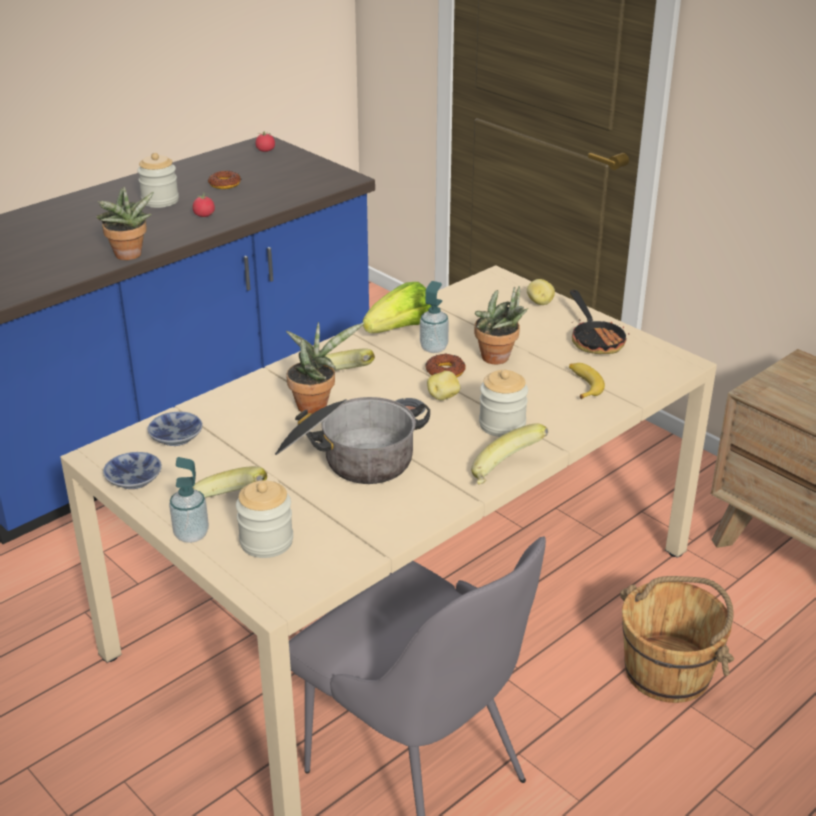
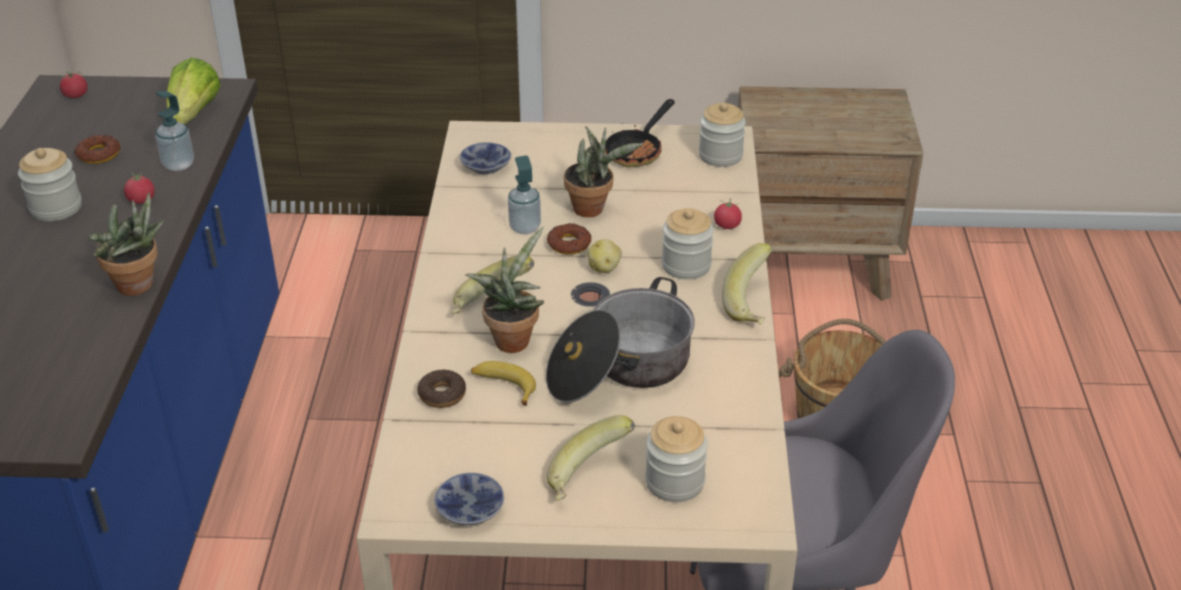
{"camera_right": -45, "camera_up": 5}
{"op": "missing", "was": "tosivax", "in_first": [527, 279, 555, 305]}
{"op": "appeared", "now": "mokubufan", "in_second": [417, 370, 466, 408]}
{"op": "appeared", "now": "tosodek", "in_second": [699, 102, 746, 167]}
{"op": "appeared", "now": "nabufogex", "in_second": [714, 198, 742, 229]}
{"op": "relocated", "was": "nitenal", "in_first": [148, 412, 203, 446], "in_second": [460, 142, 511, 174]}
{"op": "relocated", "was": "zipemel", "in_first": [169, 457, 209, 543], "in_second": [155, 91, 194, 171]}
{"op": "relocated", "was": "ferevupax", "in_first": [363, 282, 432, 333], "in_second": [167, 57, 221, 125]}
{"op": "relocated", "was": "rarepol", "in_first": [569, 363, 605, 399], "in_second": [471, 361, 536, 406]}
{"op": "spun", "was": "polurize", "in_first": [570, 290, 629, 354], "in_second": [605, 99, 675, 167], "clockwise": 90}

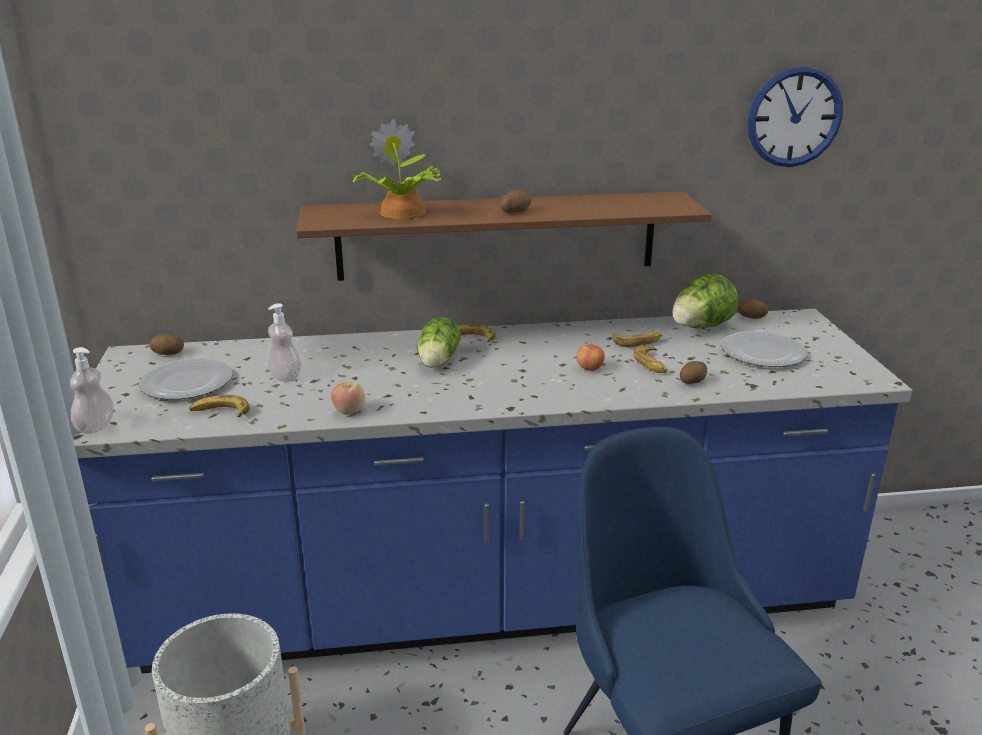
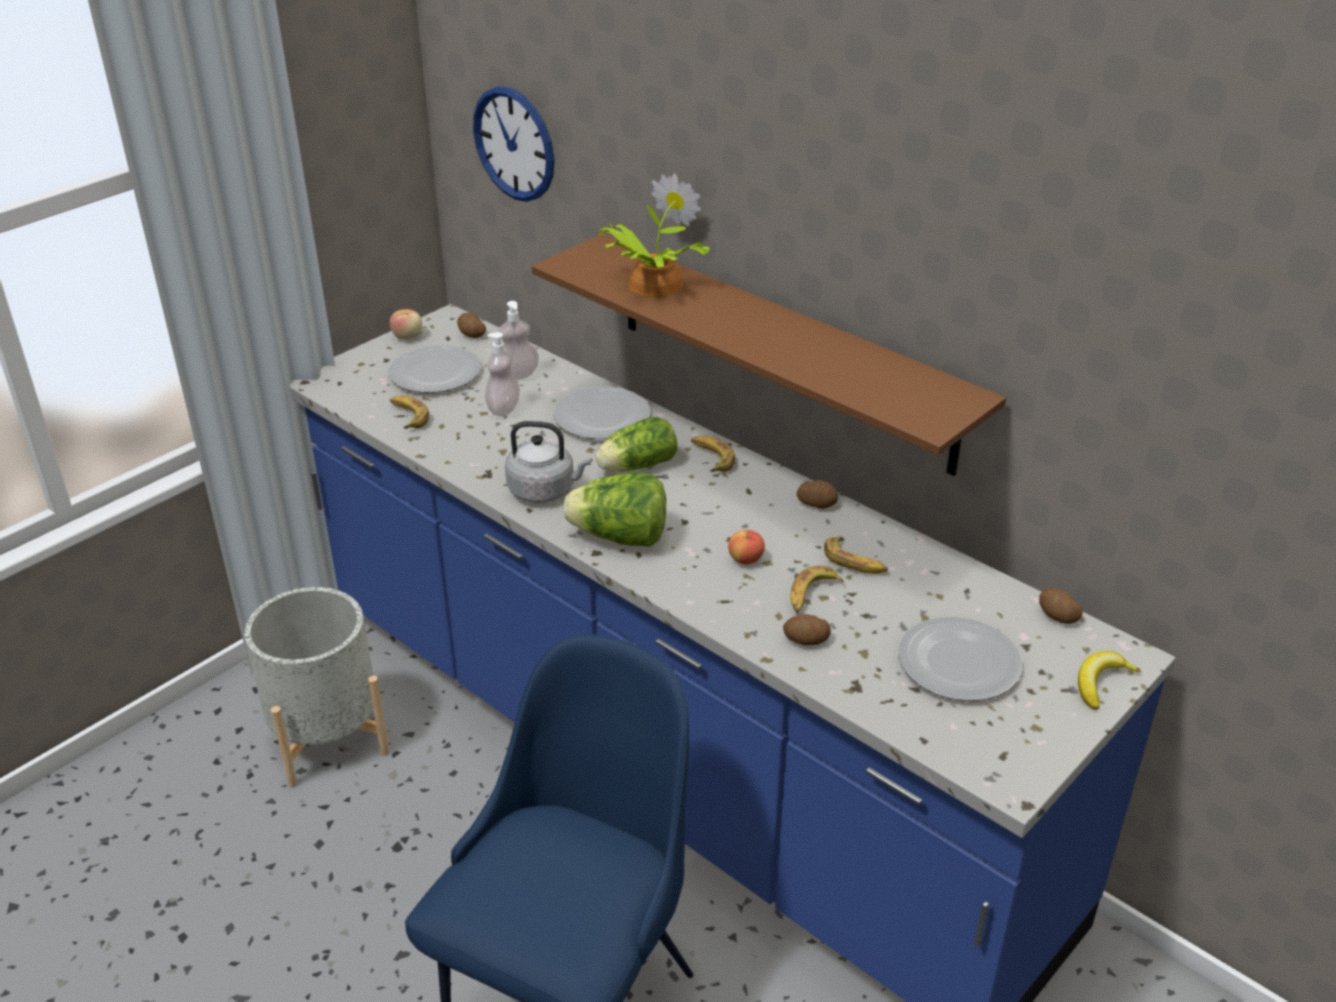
{"camera_right": 50, "camera_up": 10}
{"op": "appeared", "now": "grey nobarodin", "in_second": [505, 421, 591, 503]}
{"op": "appeared", "now": "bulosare", "in_second": [553, 386, 650, 439]}
{"op": "appeared", "now": "rarepol", "in_second": [1078, 651, 1141, 710]}
{"op": "relocated", "was": "zipemel", "in_first": [70, 347, 114, 434], "in_second": [498, 301, 539, 380]}
{"op": "relocated", "was": "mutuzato", "in_first": [331, 382, 365, 415], "in_second": [390, 309, 422, 340]}
{"op": "relocated", "was": "tosivax", "in_first": [500, 190, 531, 213], "in_second": [796, 480, 838, 509]}
{"op": "relocated", "was": "ferevupax", "in_first": [672, 274, 739, 328], "in_second": [563, 472, 666, 547]}
{"op": "relocated", "was": "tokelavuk", "in_first": [748, 67, 843, 167], "in_second": [473, 86, 555, 202]}

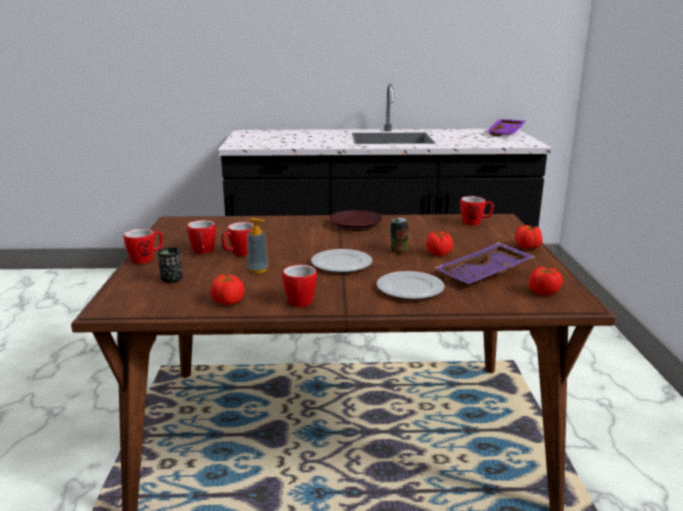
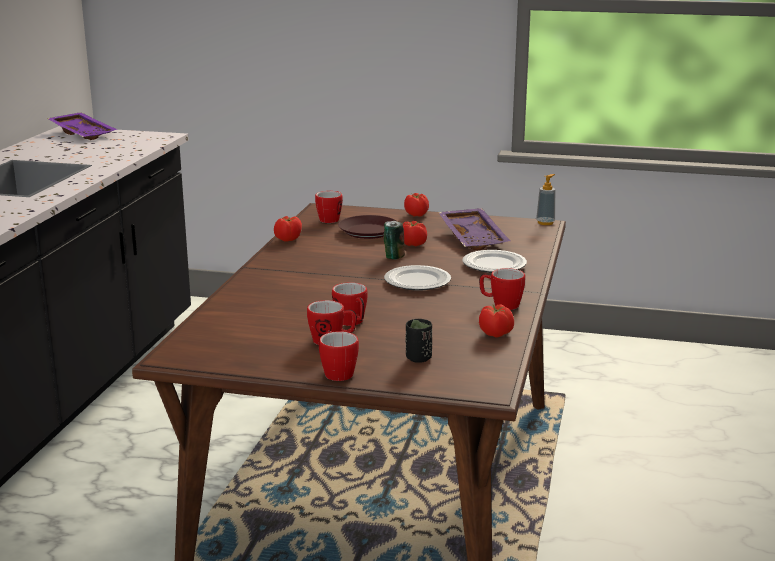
{"camera_right": -75, "camera_up": 0}
{"op": "relocated", "was": "zipemel", "in_first": [247, 218, 268, 273], "in_second": [536, 174, 555, 225]}
{"op": "relocated", "was": "brown bulosare", "in_first": [329, 210, 382, 231], "in_second": [338, 215, 396, 239]}
{"op": "relocated", "was": "nabufogex", "in_first": [529, 266, 563, 296], "in_second": [274, 216, 302, 242]}

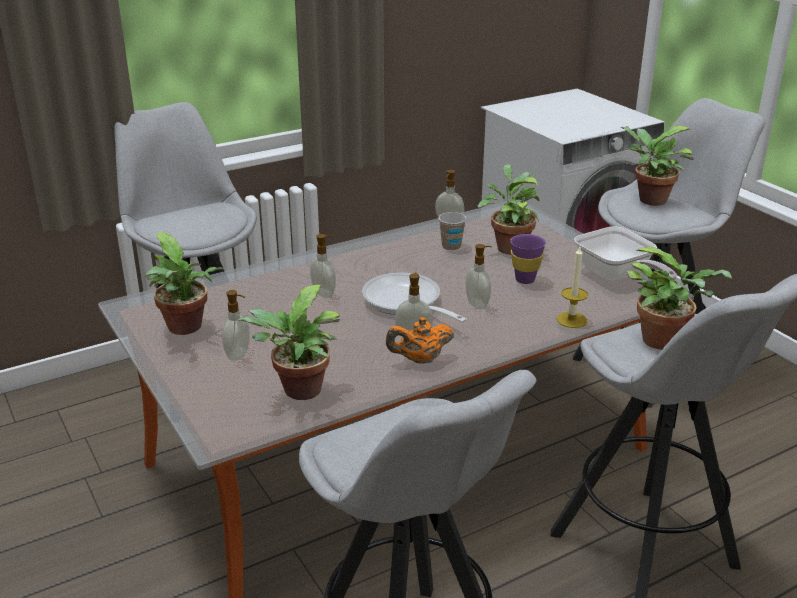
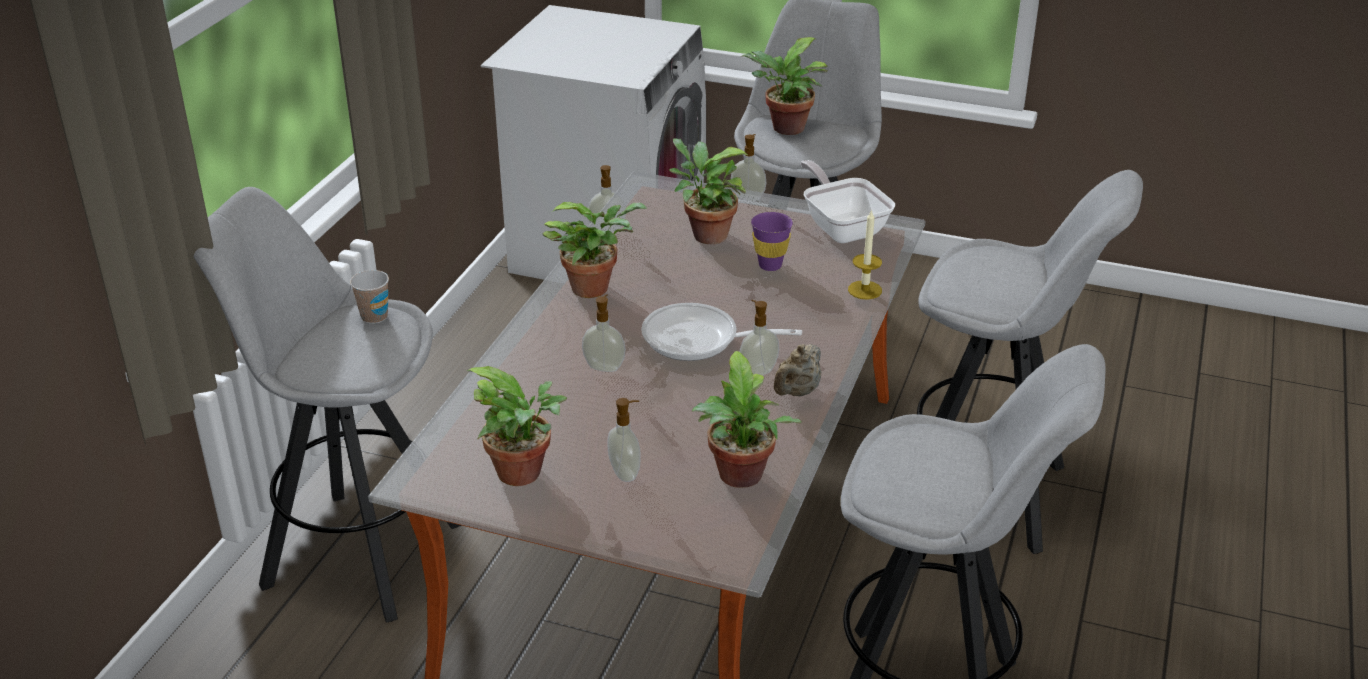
{"camera_right": -40, "camera_up": 5}
{"op": "relocated", "was": "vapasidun", "in_first": [439, 212, 466, 251], "in_second": [350, 270, 389, 324]}
{"op": "relocated", "was": "zipemel", "in_first": [465, 244, 492, 309], "in_second": [731, 134, 766, 201]}
{"op": "relocated", "was": "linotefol", "in_first": [627, 247, 732, 350], "in_second": [542, 202, 647, 298]}
{"op": "colour", "was": "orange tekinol", "now": "beige tekinol", "in_first": [386, 317, 454, 363], "in_second": [774, 344, 821, 396]}
{"op": "spun", "was": "polurize", "in_first": [574, 226, 677, 282], "in_second": [800, 160, 895, 243], "clockwise": -135}

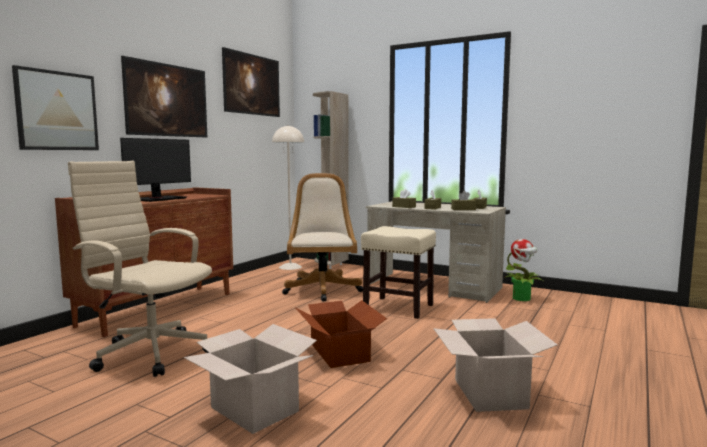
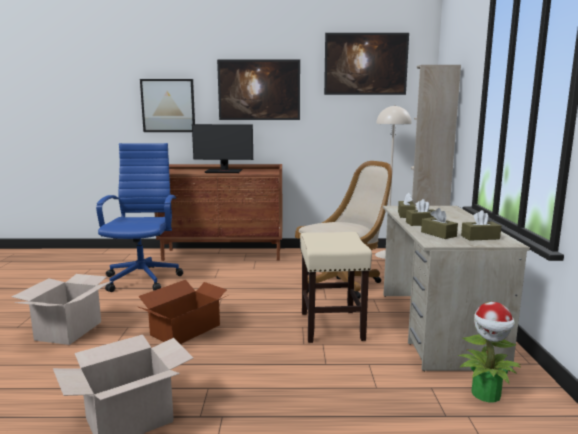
{"camera_right": 60, "camera_up": 5}
{"op": "colour", "was": "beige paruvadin", "now": "blue paruvadin", "in_first": [68, 161, 212, 377], "in_second": [96, 143, 183, 292]}

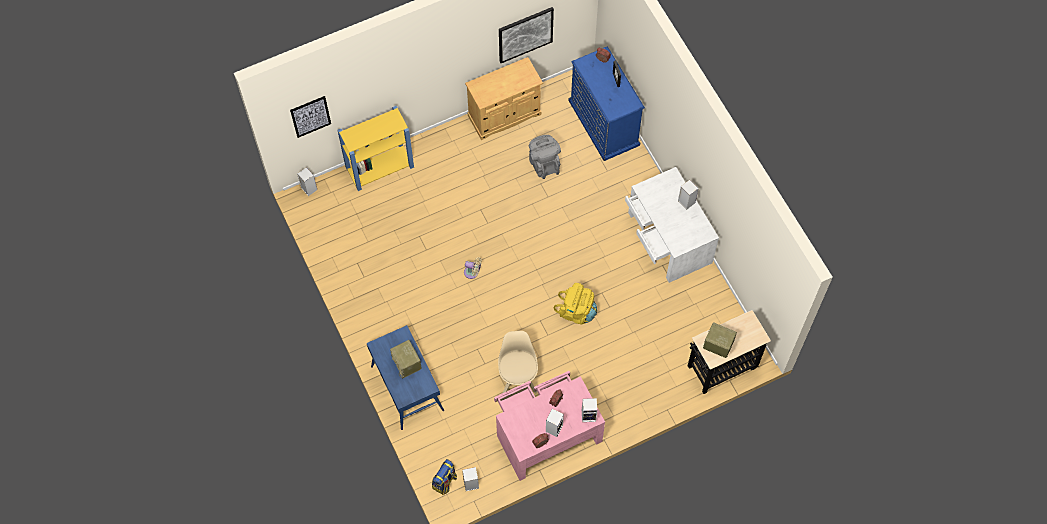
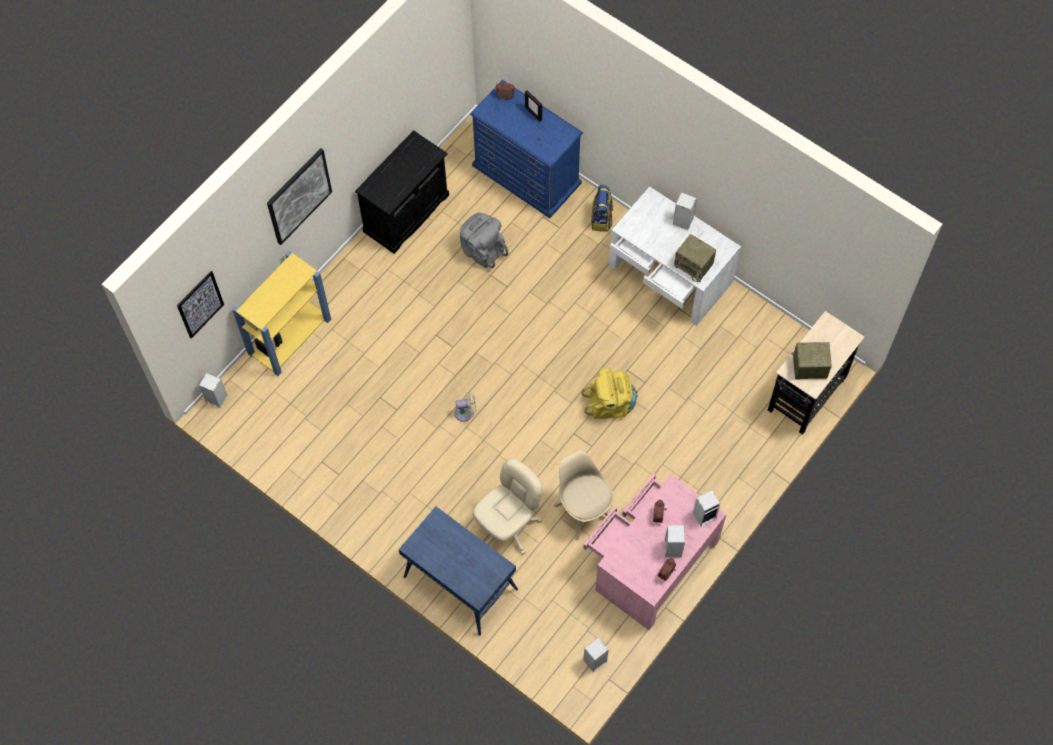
{"camera_right": -25, "camera_up": 0}
{"op": "appeared", "now": "beige paruvadin", "in_second": [472, 458, 543, 555]}
{"op": "relocated", "was": "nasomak", "in_first": [390, 340, 421, 379], "in_second": [674, 234, 716, 282]}
{"op": "relocated", "was": "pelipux", "in_first": [432, 459, 457, 495], "in_second": [591, 185, 613, 232]}
{"op": "relocated", "was": "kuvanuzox", "in_first": [499, 7, 554, 63], "in_second": [267, 148, 332, 245]}
{"op": "colour", "was": "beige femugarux", "now": "black femugarux", "in_first": [465, 57, 543, 140], "in_second": [355, 130, 449, 254]}

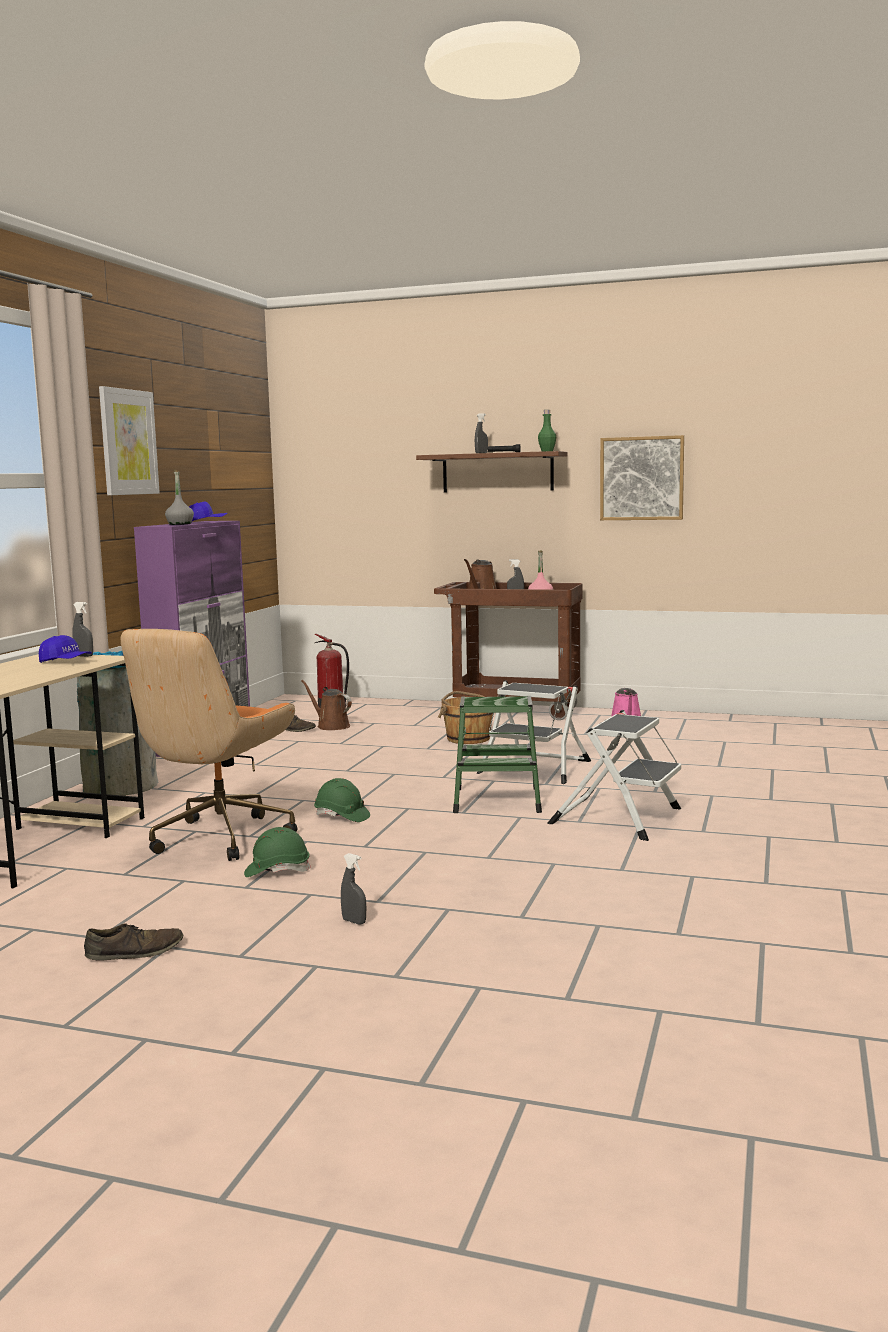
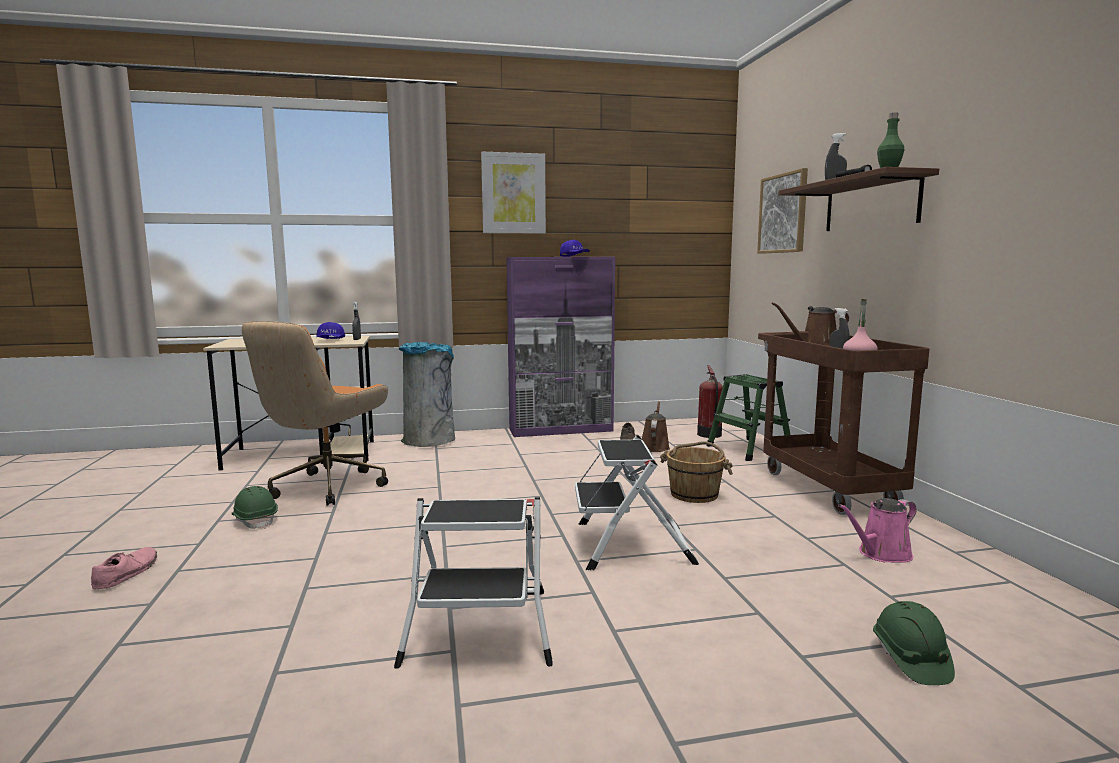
{"camera_right": 60, "camera_up": 0}
{"op": "missing", "was": "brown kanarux", "in_first": [84, 923, 183, 961]}
{"op": "missing", "was": "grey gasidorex", "in_first": [165, 470, 194, 525]}
{"op": "relocated", "was": "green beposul", "in_first": [314, 778, 370, 822], "in_second": [873, 601, 955, 685]}
{"op": "relocated", "was": "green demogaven", "in_first": [453, 696, 542, 813], "in_second": [706, 374, 790, 461]}
{"op": "relocated", "was": "kuvanuzox", "in_first": [600, 435, 684, 520], "in_second": [757, 168, 808, 254]}
{"op": "exchanged", "was": "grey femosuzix", "now": "pink kanarux", "in_first": [341, 853, 366, 924], "in_second": [91, 547, 157, 589]}
{"op": "spun", "was": "orange paruvadin", "in_first": [121, 629, 297, 861], "in_second": [242, 321, 388, 506], "clockwise": -60}

